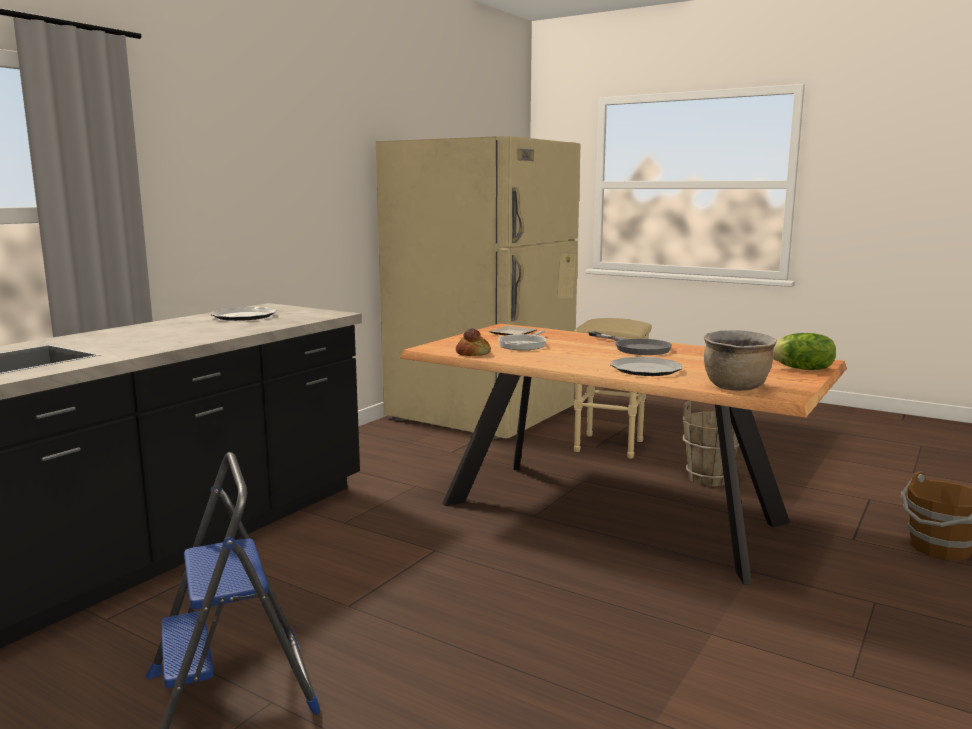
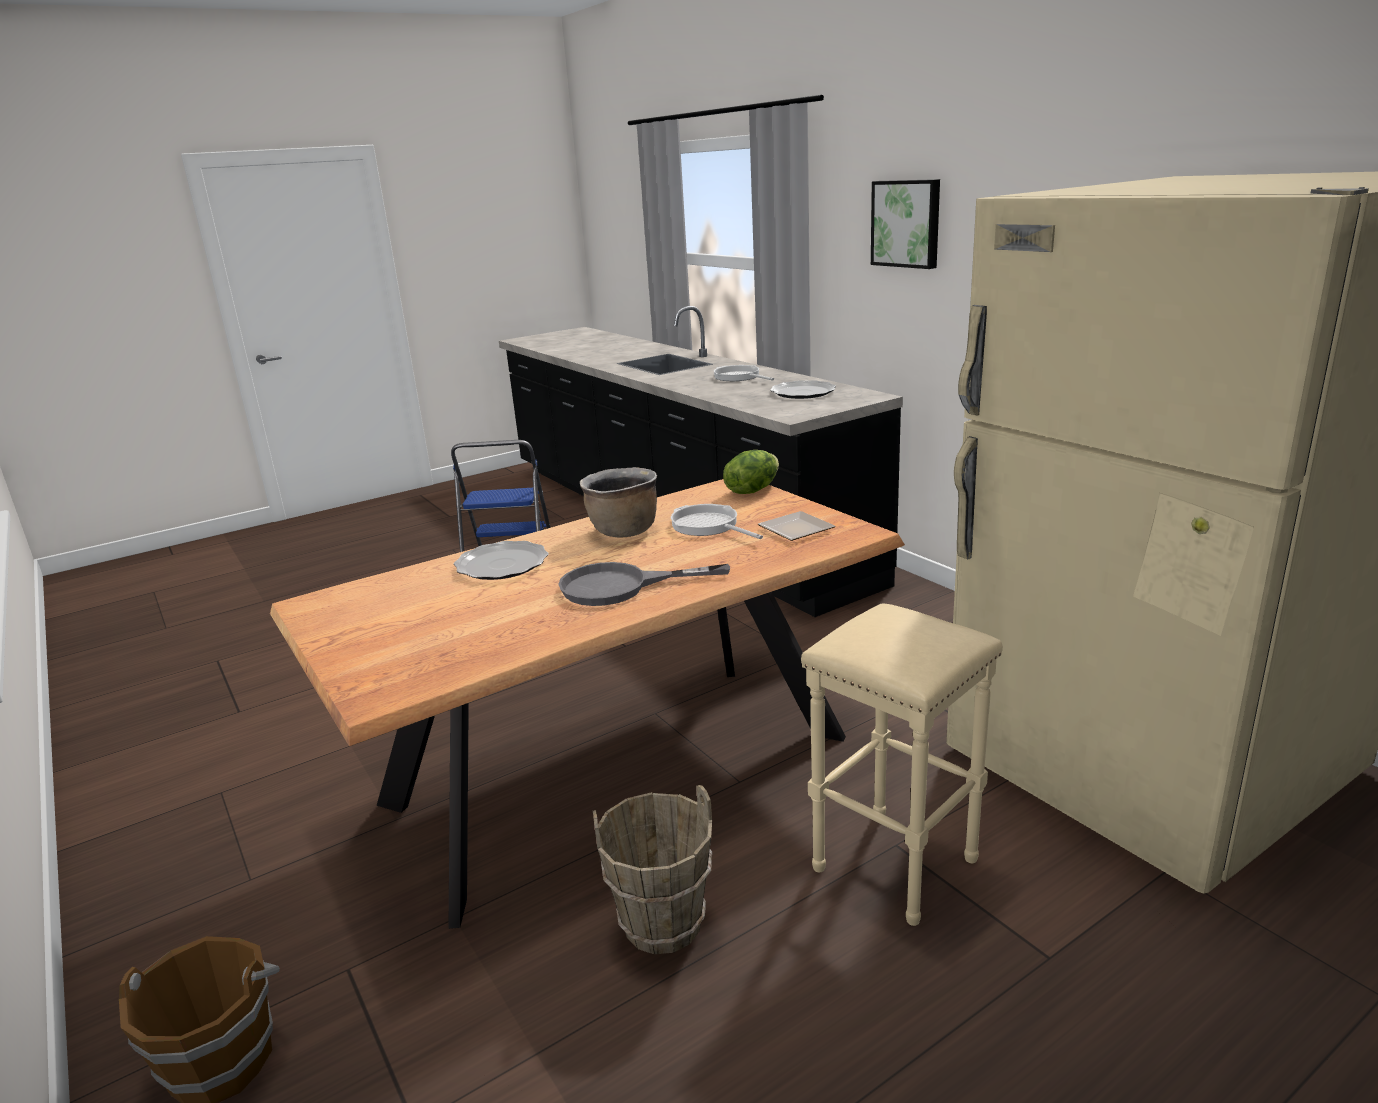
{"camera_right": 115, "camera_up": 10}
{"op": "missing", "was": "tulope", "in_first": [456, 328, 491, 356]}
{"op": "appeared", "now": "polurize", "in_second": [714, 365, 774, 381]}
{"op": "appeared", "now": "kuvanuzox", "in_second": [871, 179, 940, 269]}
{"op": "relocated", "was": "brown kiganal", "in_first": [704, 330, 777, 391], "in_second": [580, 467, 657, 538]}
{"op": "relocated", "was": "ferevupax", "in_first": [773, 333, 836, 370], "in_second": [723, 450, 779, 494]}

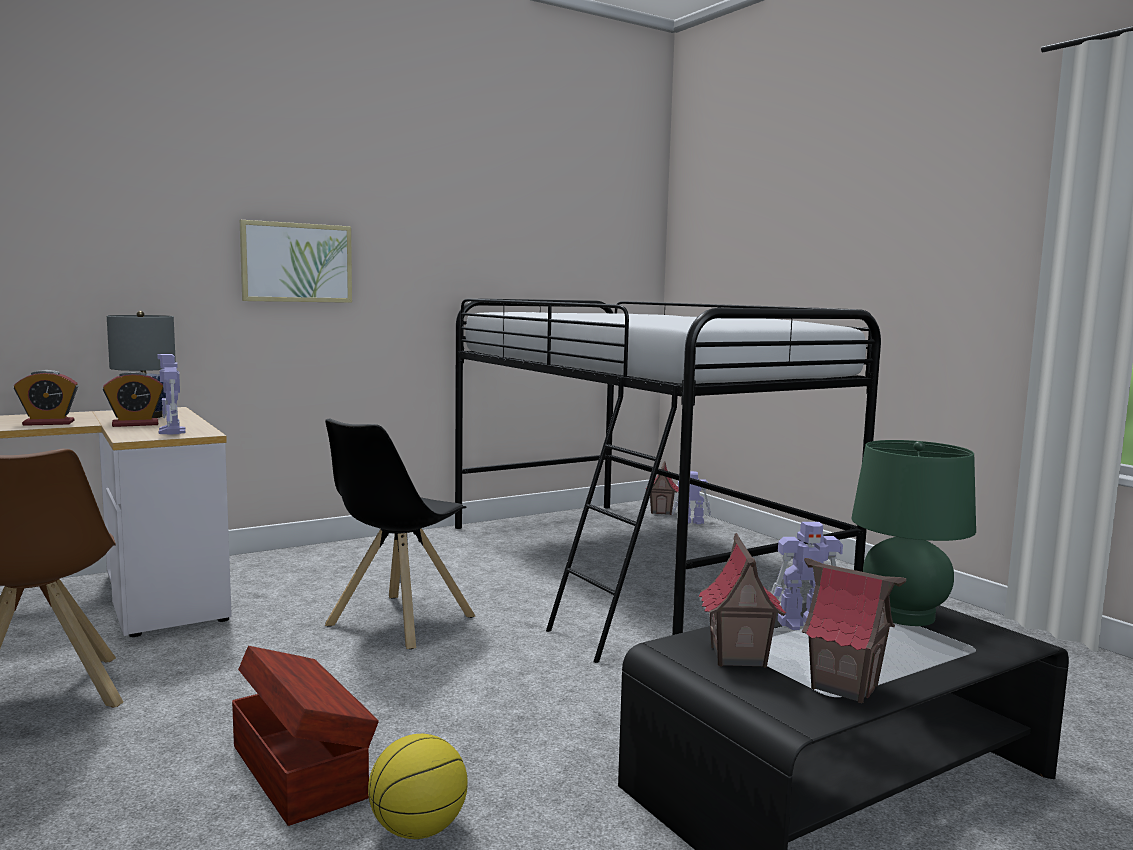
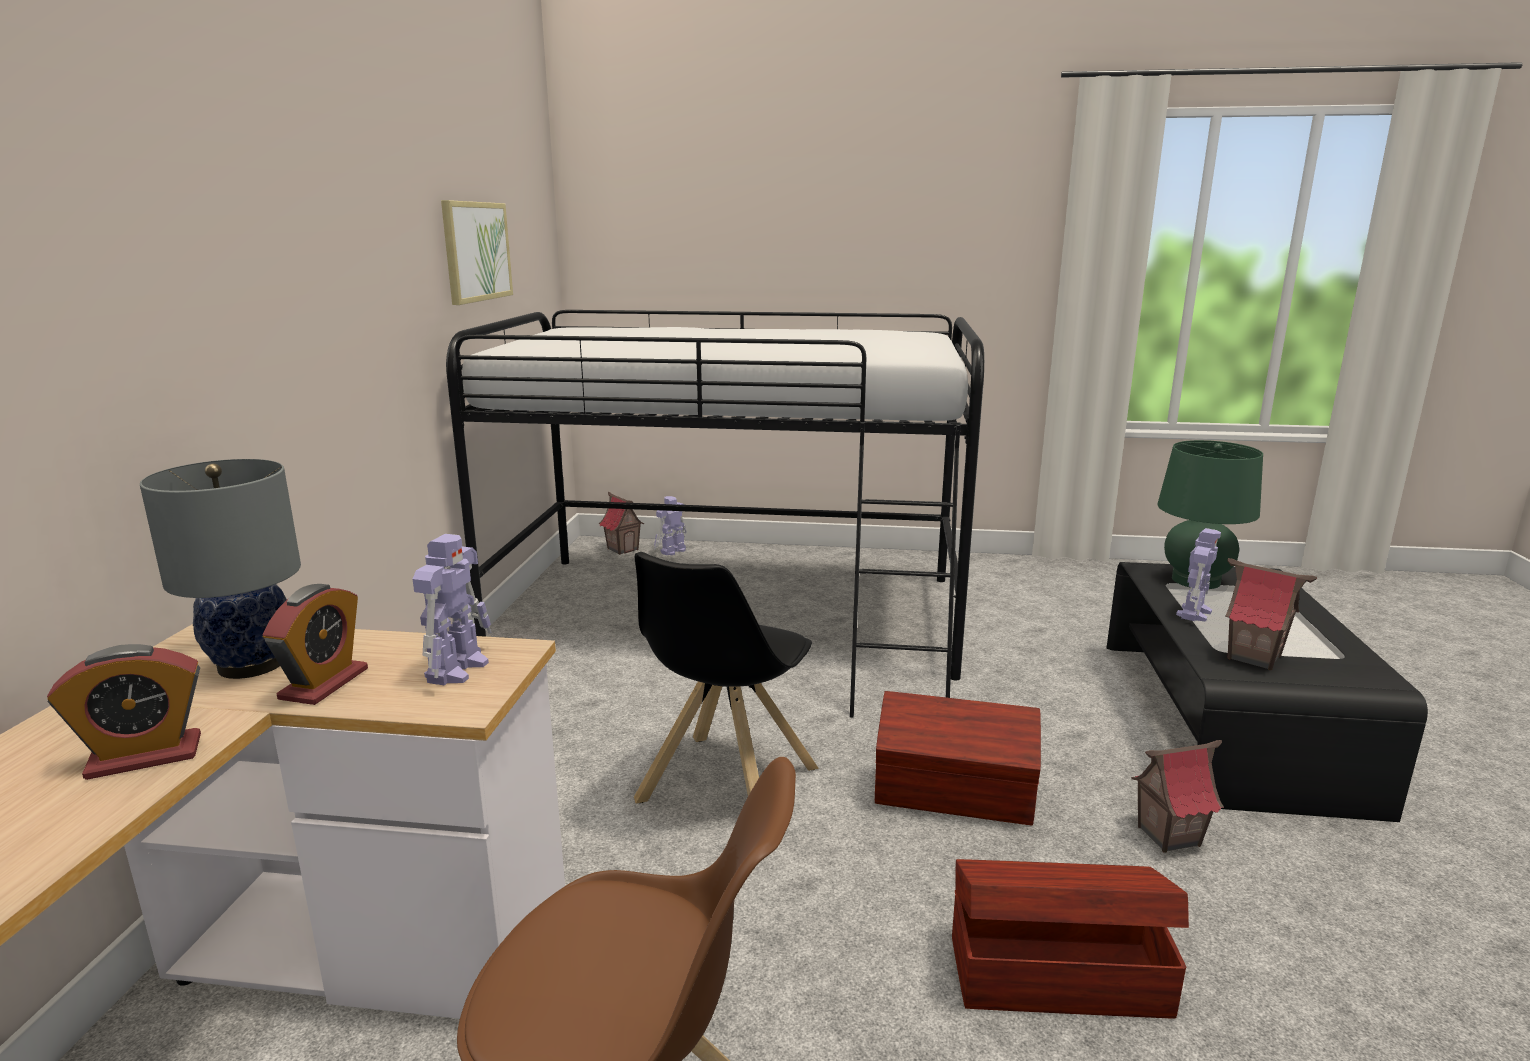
{"camera_right": -50, "camera_up": 10}
{"op": "missing", "was": "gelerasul", "in_first": [368, 734, 468, 839]}
{"op": "appeared", "now": "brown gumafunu", "in_second": [875, 691, 1041, 825]}
{"op": "relocated", "was": "kuvanuzox", "in_first": [240, 220, 352, 303], "in_second": [441, 200, 513, 305]}
{"op": "relocated", "was": "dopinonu", "in_first": [801, 558, 906, 703], "in_second": [1131, 740, 1224, 853]}
{"op": "spun", "was": "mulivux", "in_first": [14, 370, 78, 426], "in_second": [47, 644, 201, 780], "clockwise": 45}
{"op": "spun", "was": "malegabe", "in_first": [158, 354, 185, 435], "in_second": [413, 534, 491, 686], "clockwise": -90}
{"op": "spun", "was": "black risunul", "in_first": [325, 419, 475, 649], "in_second": [634, 552, 819, 804], "clockwise": 45}

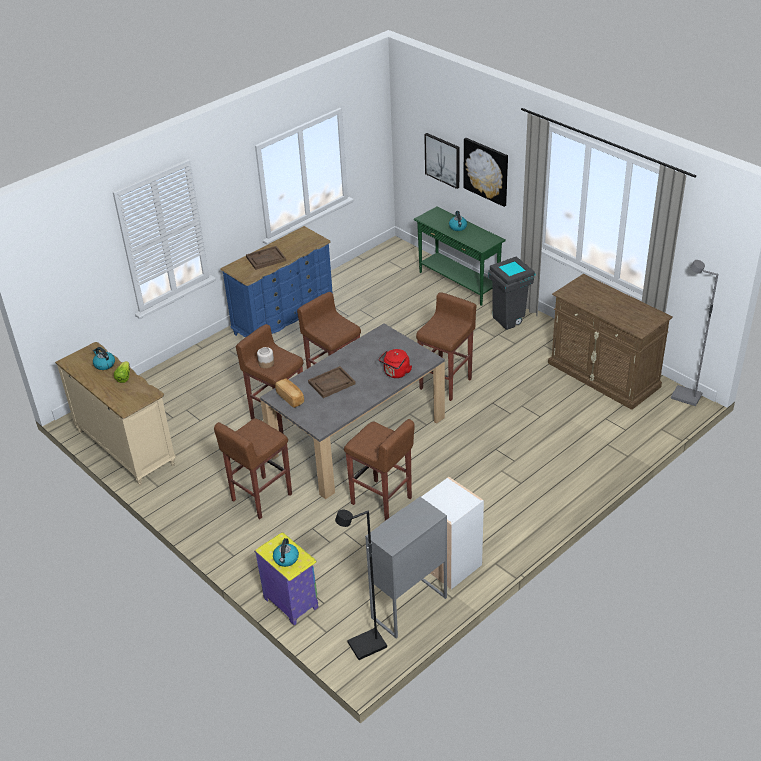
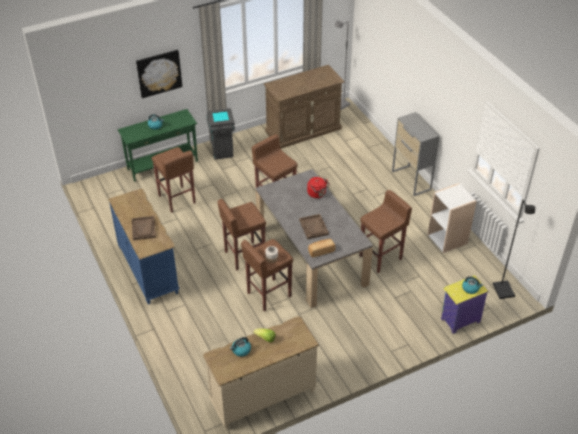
{"camera_right": -75, "camera_up": 5}
{"op": "missing", "was": "kuvanuzox", "in_first": [424, 133, 460, 189]}
{"op": "relocated", "was": "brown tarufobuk", "in_first": [214, 418, 292, 519], "in_second": [152, 147, 196, 213]}
{"op": "relocated", "was": "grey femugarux", "in_first": [365, 497, 447, 638], "in_second": [392, 112, 440, 196]}

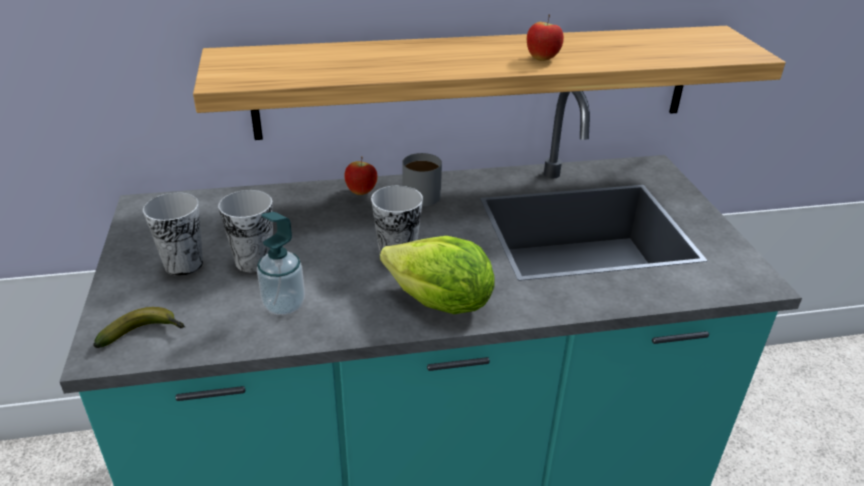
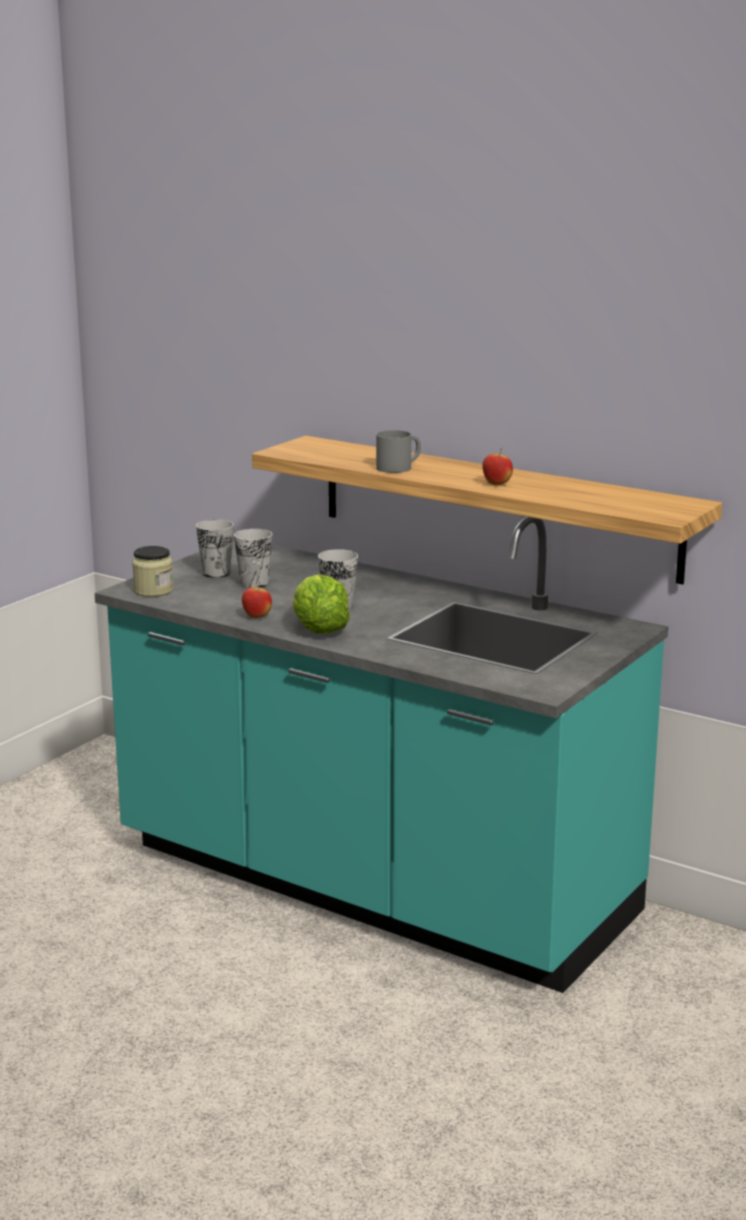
{"camera_right": 45, "camera_up": -15}
{"op": "missing", "was": "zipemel", "in_first": [257, 212, 305, 315]}
{"op": "relocated", "was": "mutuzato", "in_first": [344, 156, 378, 195], "in_second": [242, 582, 272, 618]}
{"op": "relocated", "was": "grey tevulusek", "in_first": [402, 153, 442, 206], "in_second": [376, 430, 421, 473]}
{"op": "exchanged", "was": "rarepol", "now": "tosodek", "in_first": [93, 307, 185, 348], "in_second": [132, 546, 173, 597]}

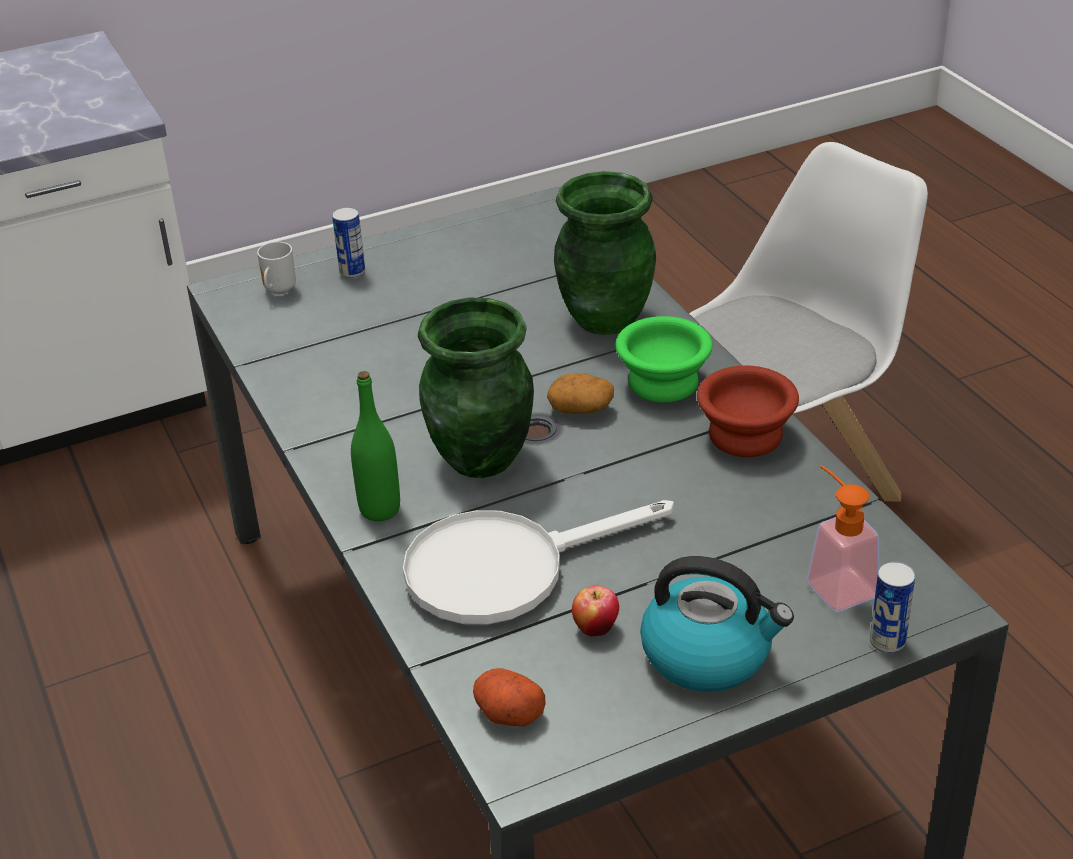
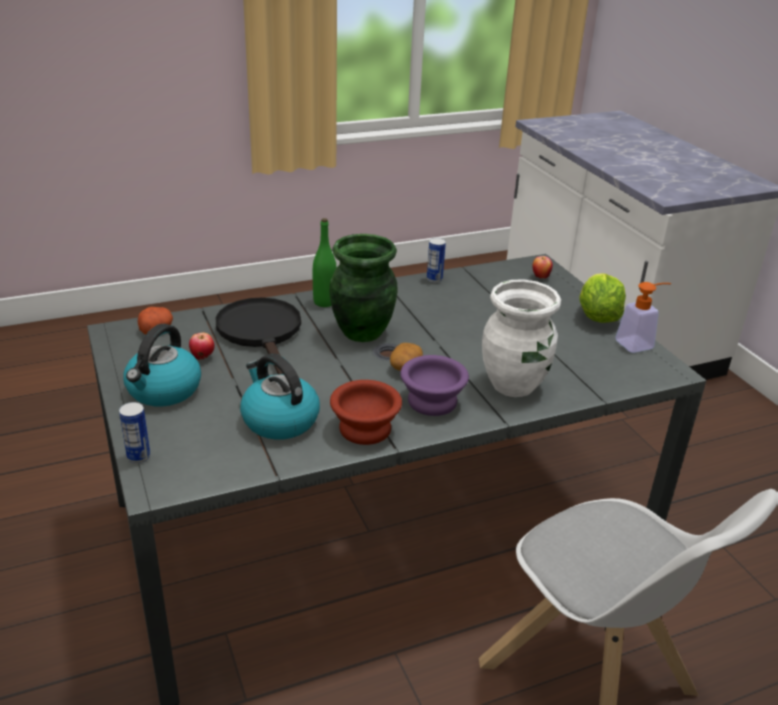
{"camera_right": 90, "camera_up": -5}
{"op": "appeared", "now": "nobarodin", "in_second": [240, 353, 320, 440]}
{"op": "appeared", "now": "ferevupax", "in_second": [579, 273, 626, 323]}
{"op": "relocated", "was": "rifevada", "in_first": [332, 207, 365, 279], "in_second": [427, 238, 446, 283]}
{"op": "relocated", "was": "zipemel", "in_first": [807, 465, 879, 612], "in_second": [615, 282, 671, 353]}
{"op": "exchanged", "was": "tevulusek", "now": "mutuzato", "in_first": [257, 242, 296, 294], "in_second": [532, 256, 553, 279]}
{"op": "colour", "was": "white polurize", "now": "black polurize", "in_first": [403, 500, 674, 625], "in_second": [215, 297, 301, 374]}
{"op": "colour", "was": "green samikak", "now": "white samikak", "in_first": [554, 171, 656, 335], "in_second": [482, 279, 561, 397]}
{"op": "colour", "was": "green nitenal", "now": "purple nitenal", "in_first": [616, 316, 713, 403], "in_second": [400, 355, 469, 416]}

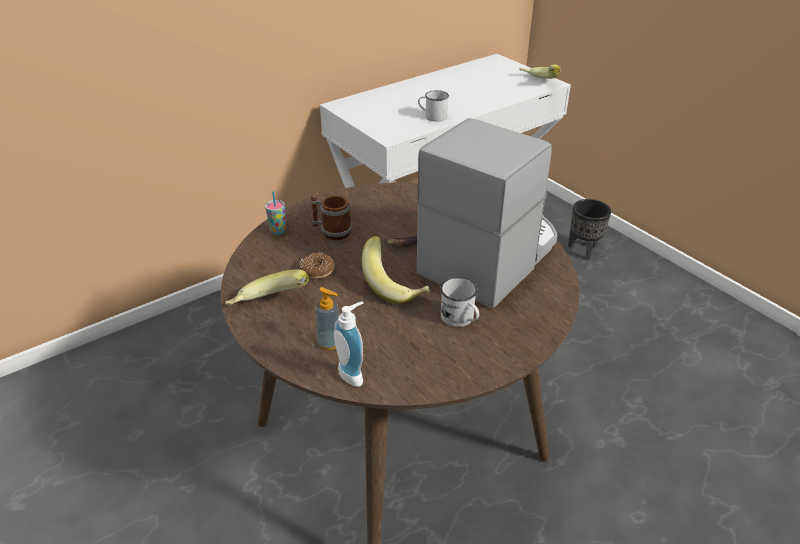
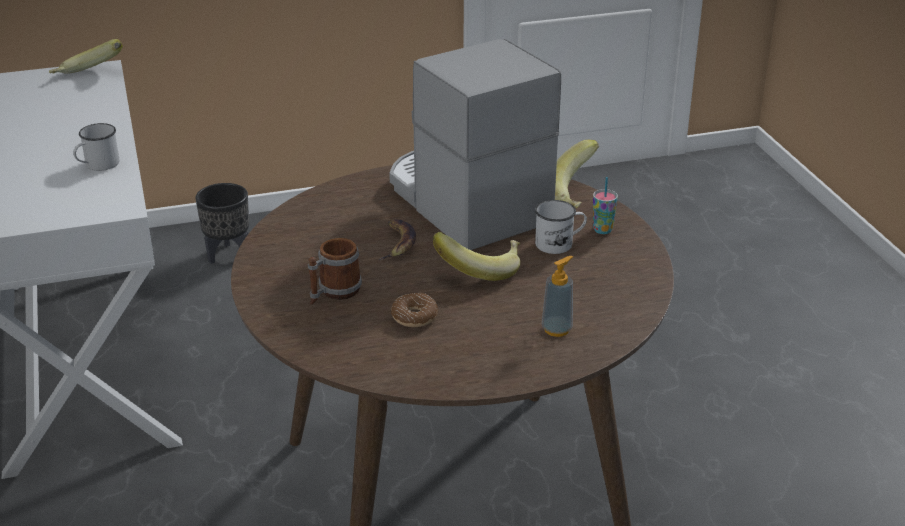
{"camera_right": -70, "camera_up": -5}
{"op": "missing", "was": "zipemel", "in_first": [334, 301, 364, 387]}
{"op": "relocated", "was": "rarepol", "in_first": [225, 269, 309, 305], "in_second": [555, 140, 599, 208]}
{"op": "relocated", "was": "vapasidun", "in_first": [265, 191, 286, 235], "in_second": [593, 177, 618, 234]}

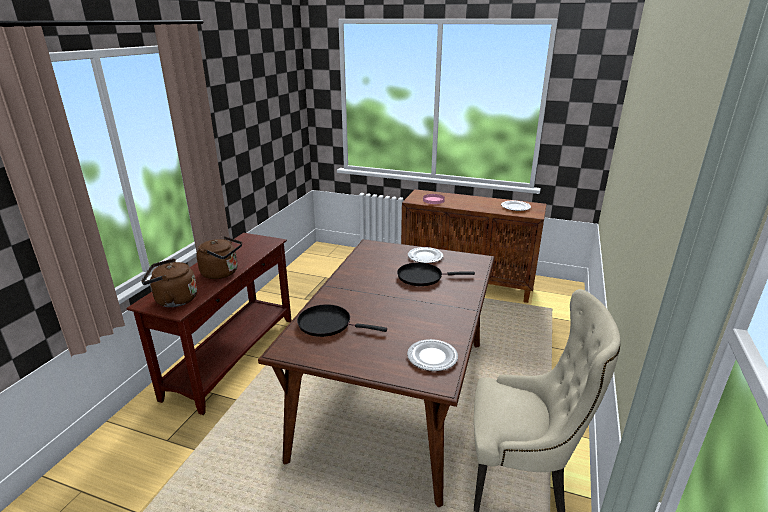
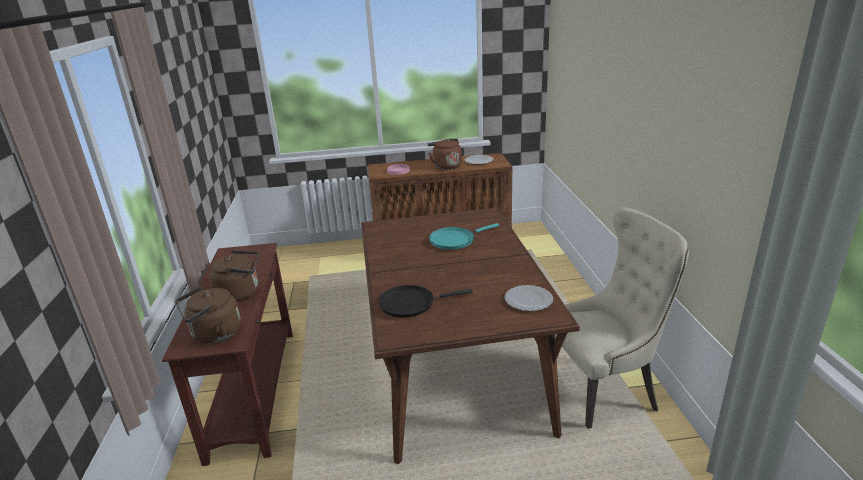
{"camera_right": -25, "camera_up": 0}
{"op": "missing", "was": "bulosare", "in_first": [408, 247, 443, 263]}
{"op": "appeared", "now": "brown nobarodin", "in_second": [428, 139, 462, 170]}
{"op": "colour", "was": "black polurize", "now": "turquoise polurize", "in_first": [397, 262, 475, 286], "in_second": [429, 223, 499, 250]}

